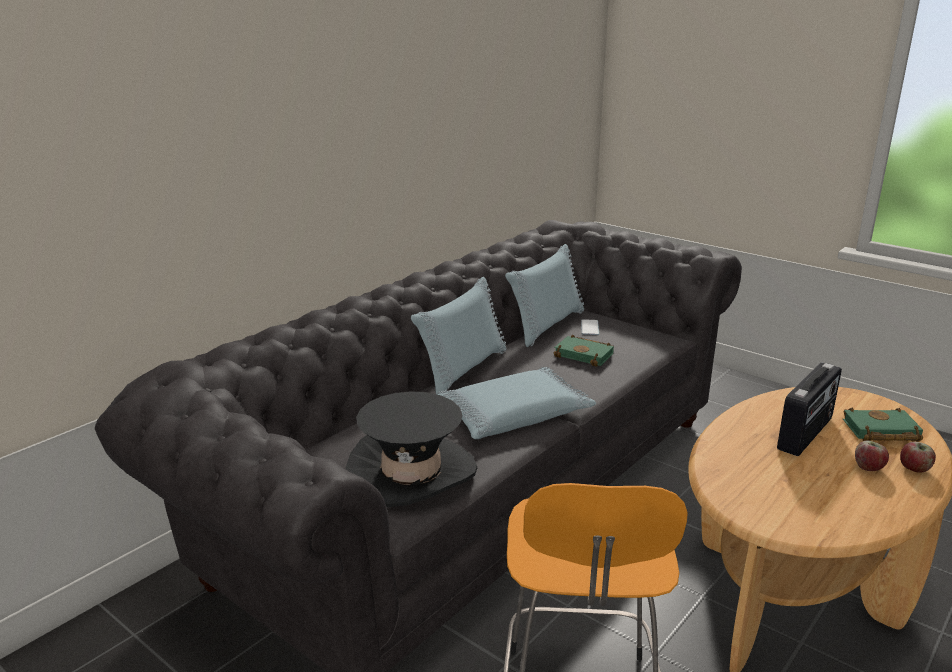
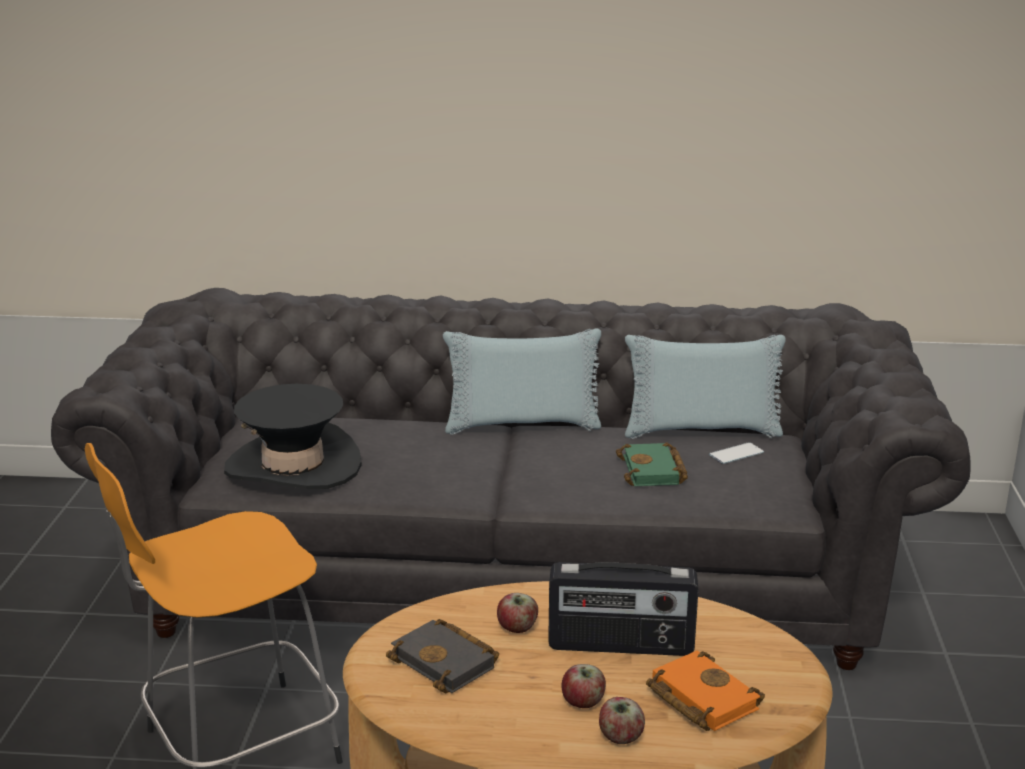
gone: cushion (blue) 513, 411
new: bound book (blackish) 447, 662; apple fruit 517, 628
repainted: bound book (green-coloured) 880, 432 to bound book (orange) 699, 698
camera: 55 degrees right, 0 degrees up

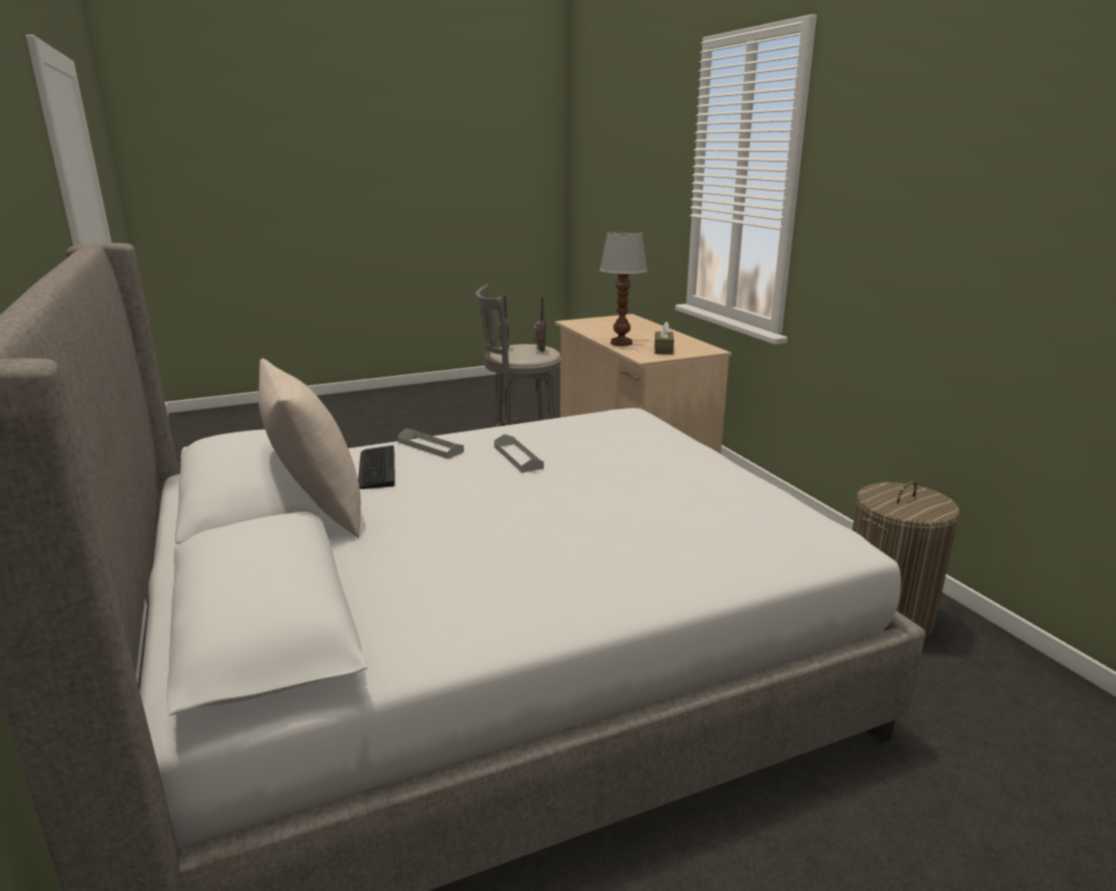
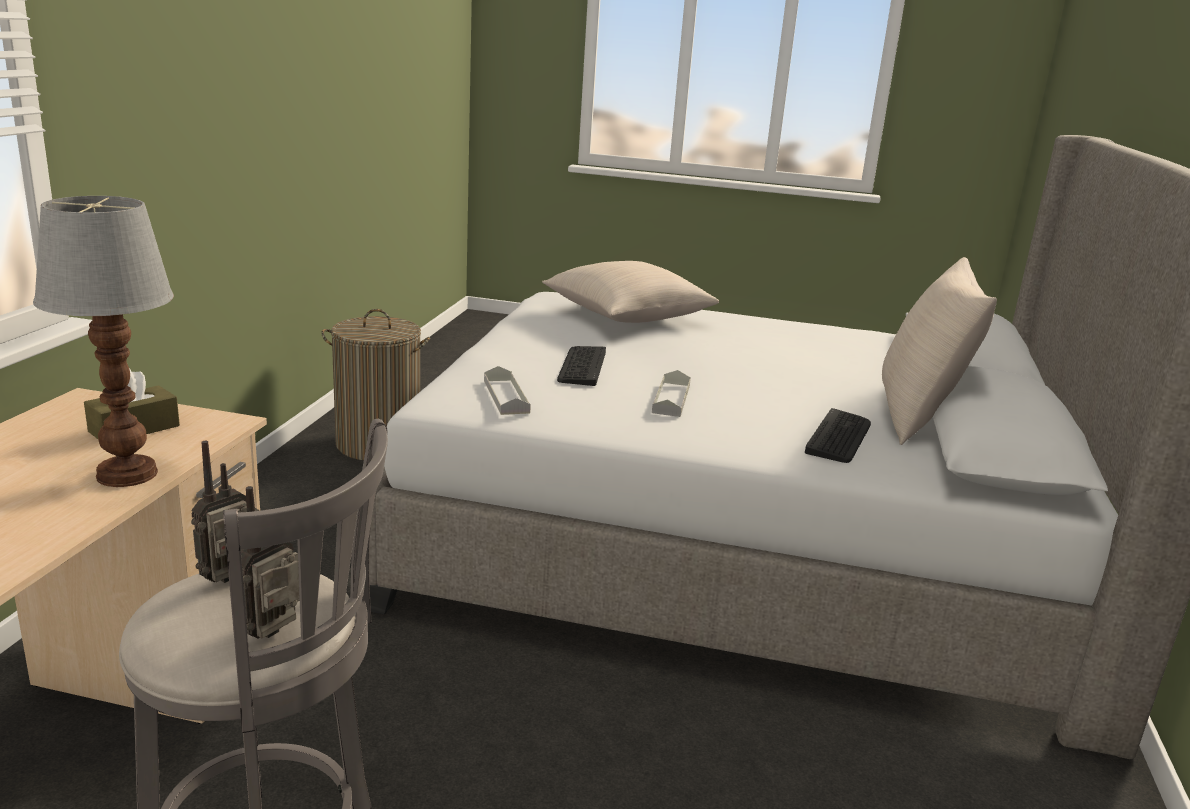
new: cushion (sand-coloured) 627, 315; keyboard 582, 366
shifted: serving tray (grey) 430, 447 to 506, 396
camera: 145 degrees left, 0 degrees up

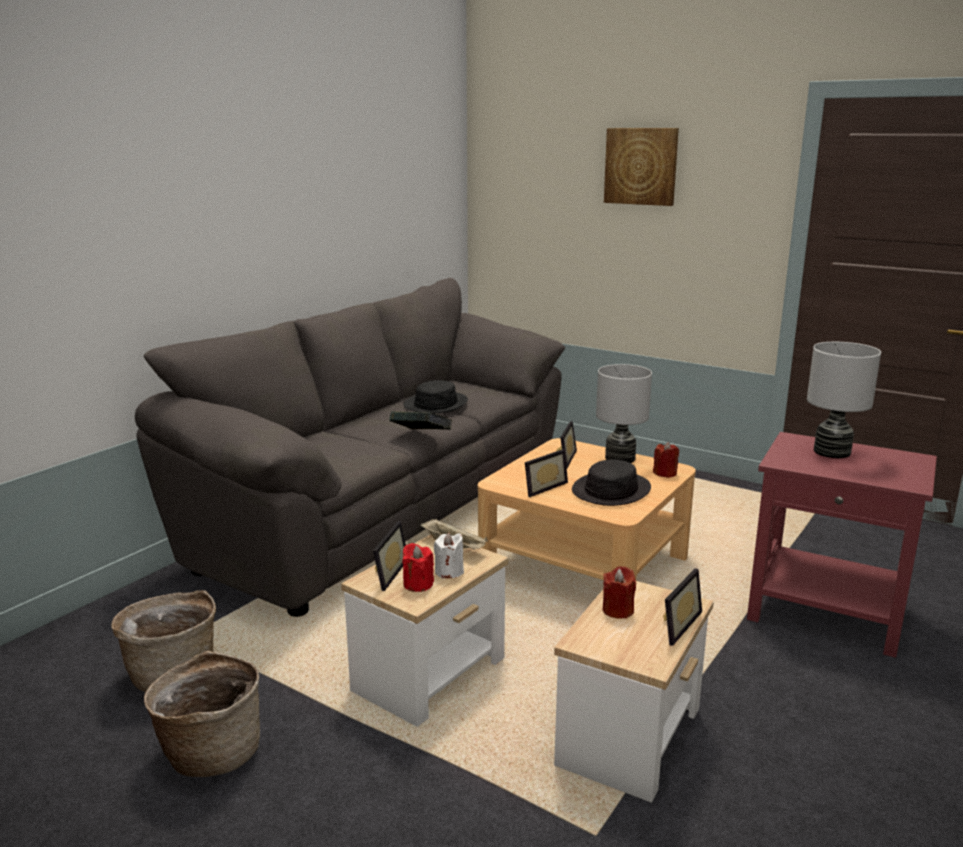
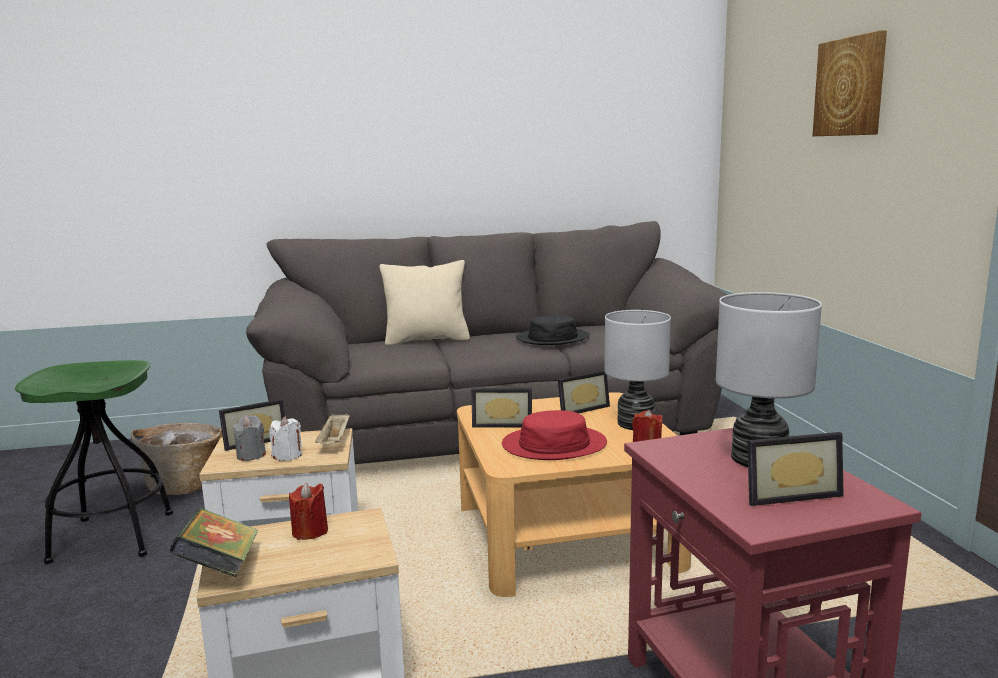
new: cushion (sand-coloured) 427, 340
shifted: bound book 421, 437 to 220, 569; picture frame 674, 624 to 788, 493
swapped: storage basket 211, 752 to stool (green-coloured) 113, 536
repainted: wax candle (red-coloured) 418, 584 to wax candle (grey) 251, 455; clothing hat (blackish) 611, 490 to clothing hat (red-coloured) 554, 445
camera: 45 degrees right, 5 degrees down

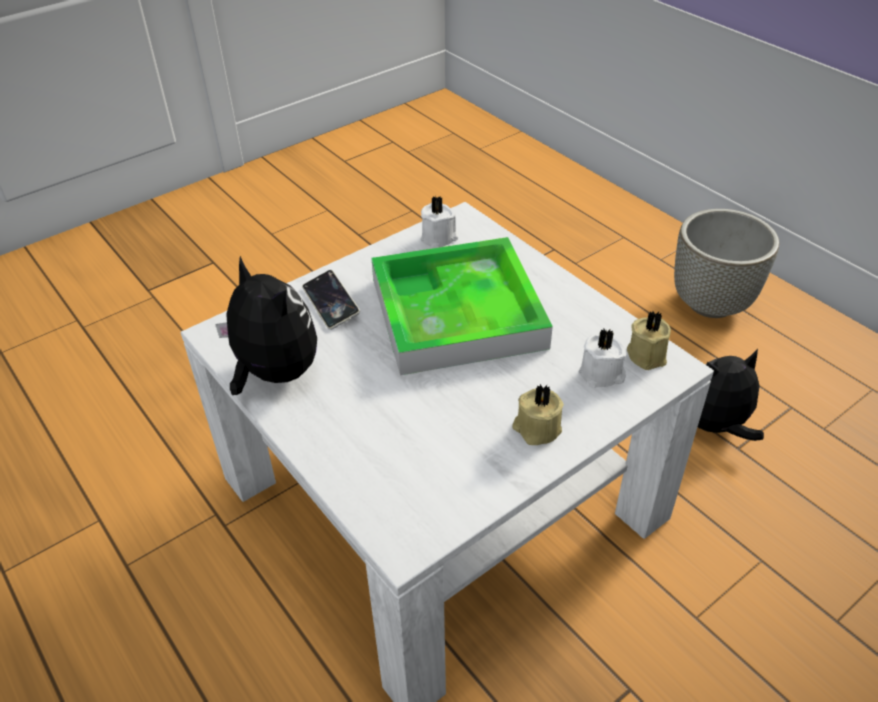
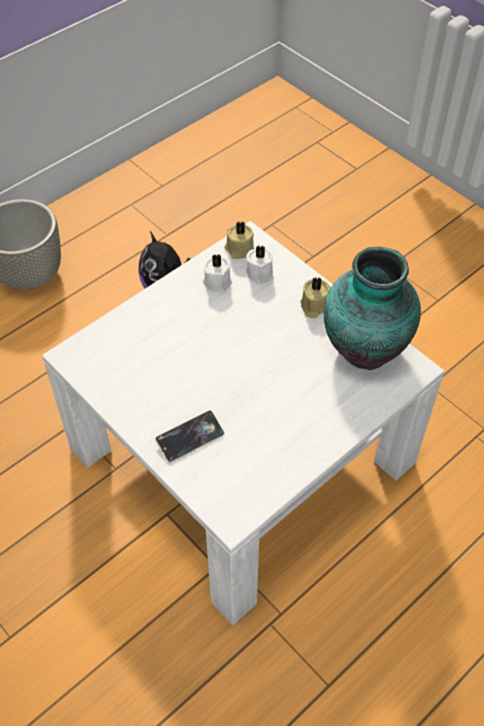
gone: soft toy 273, 373; serving tray 457, 313
new: decorative vase 365, 347
shifted: wax candle (white-coloured) 439, 238 to 217, 281
camera: 95 degrees left, 10 degrees up

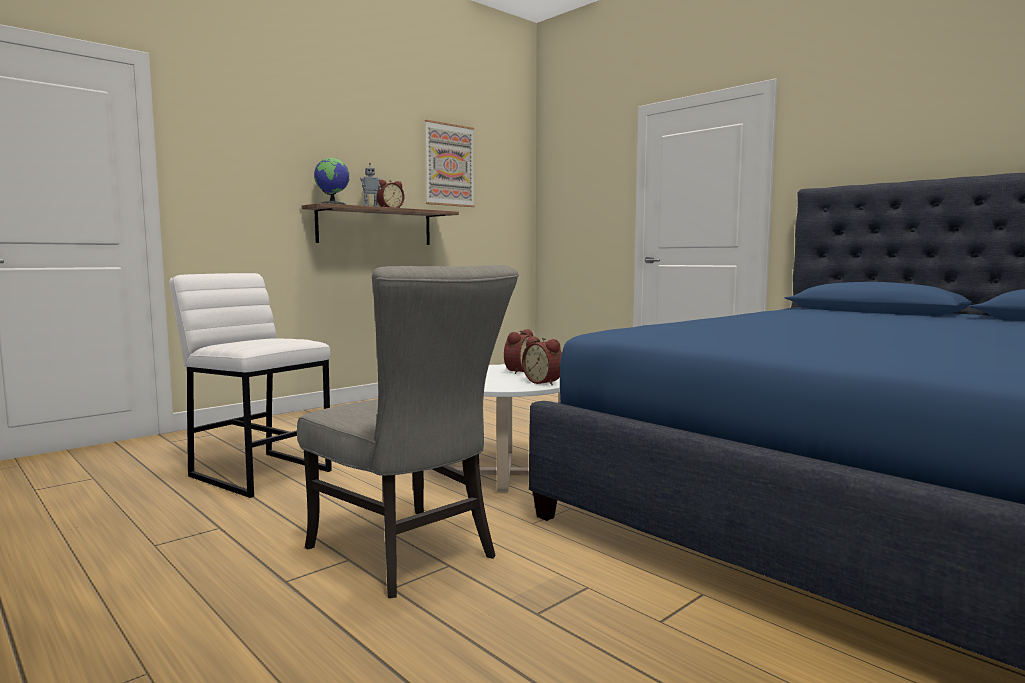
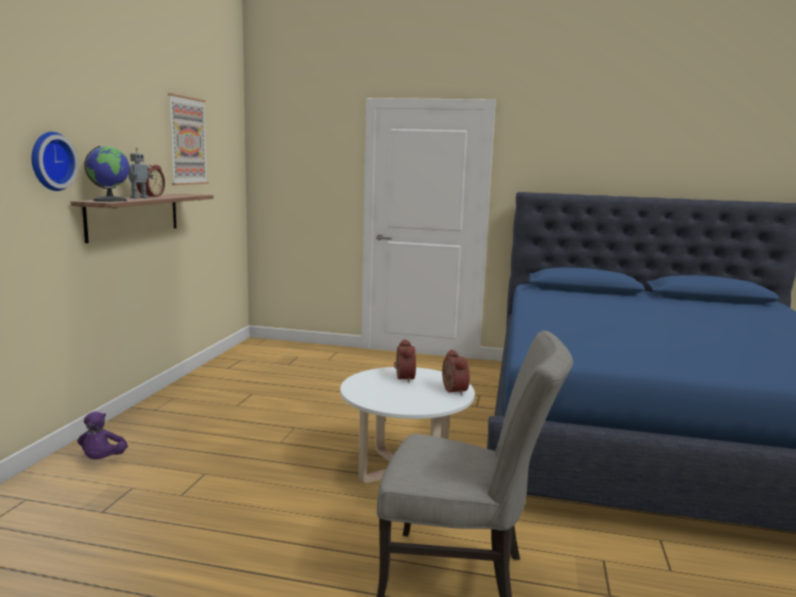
gone: plain chair (white-coloured) 258, 473
new: clock on the wall 50, 161; soft toy (purplish) 102, 460
rotated: bedside clock 544, 382 = 452, 391 120 degrees counterclockwise
camera: 35 degrees left, 5 degrees up

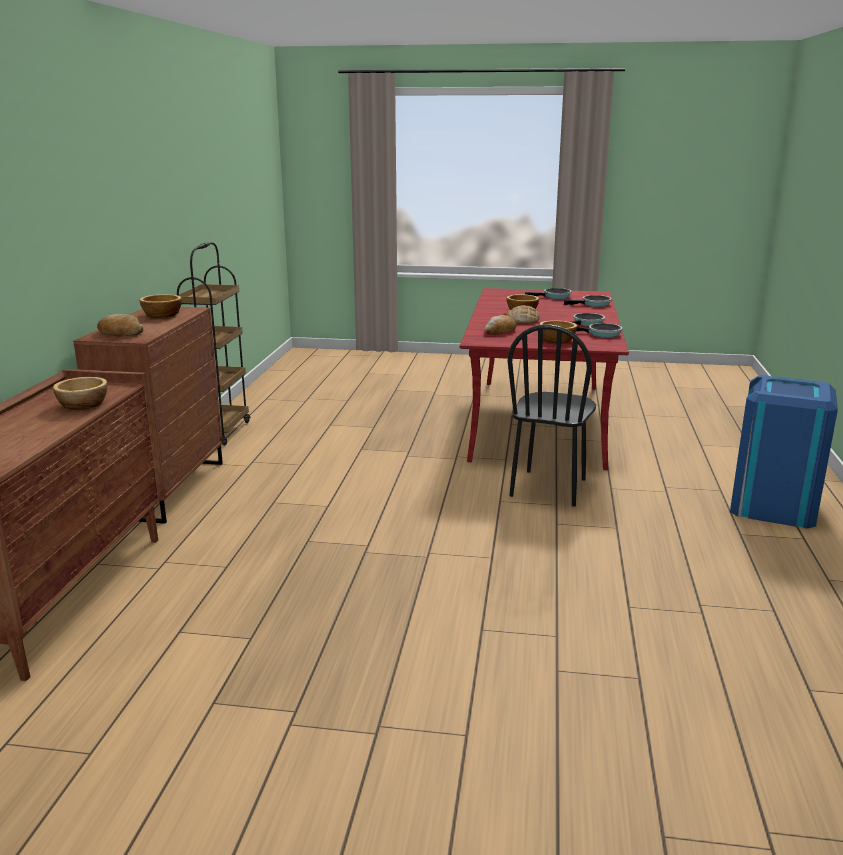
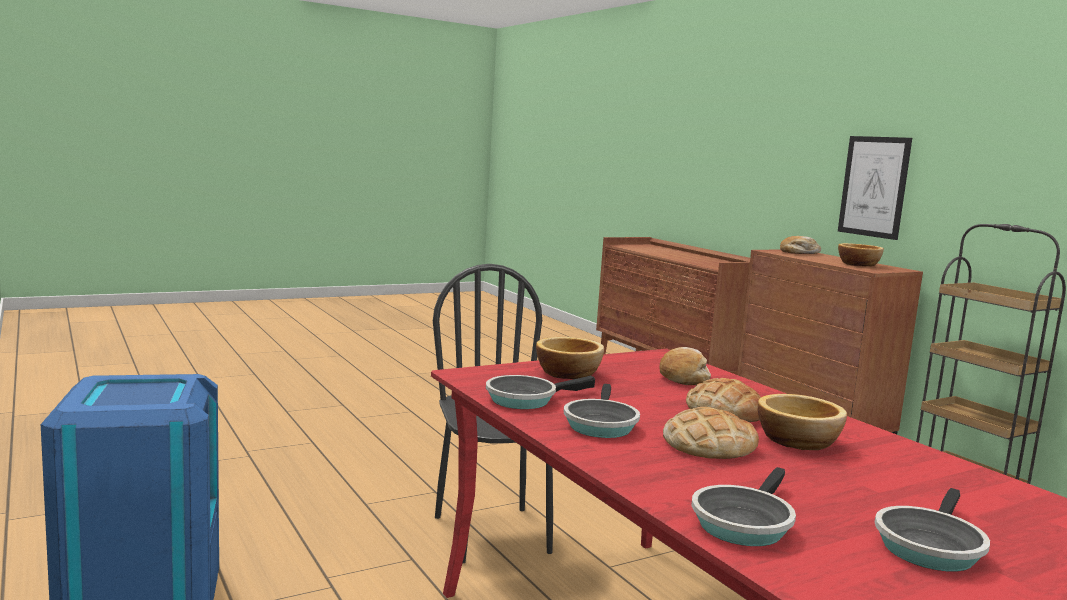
gone: bowl 84, 405
new: bakery bread 708, 445; picture 874, 186
camera: 140 degrees right, 10 degrees down

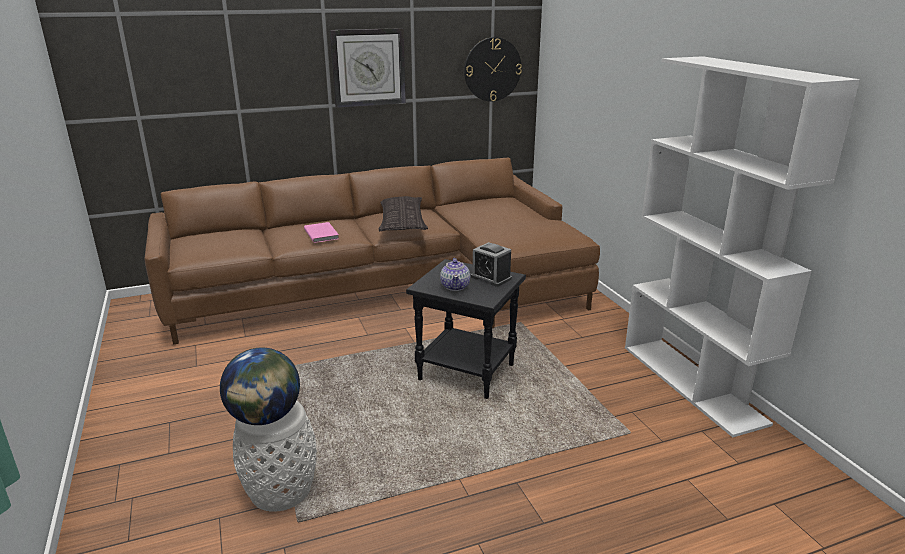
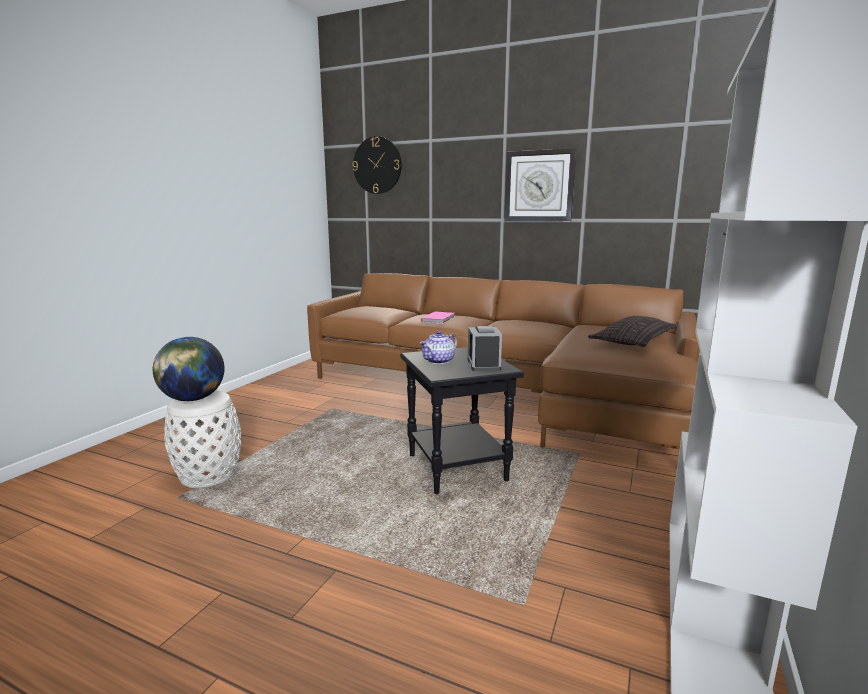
shifted: cushion 401, 221 to 634, 340; clock on the wall 492, 69 to 377, 165
camera: 45 degrees right, 10 degrees down

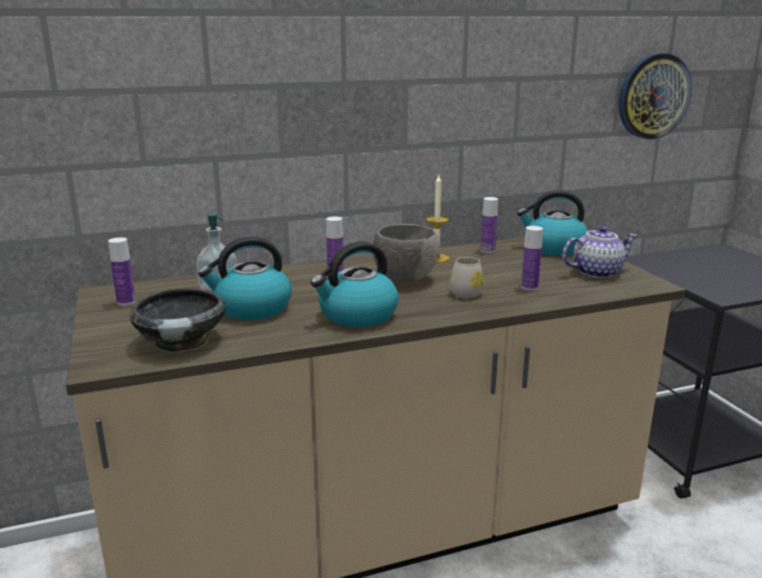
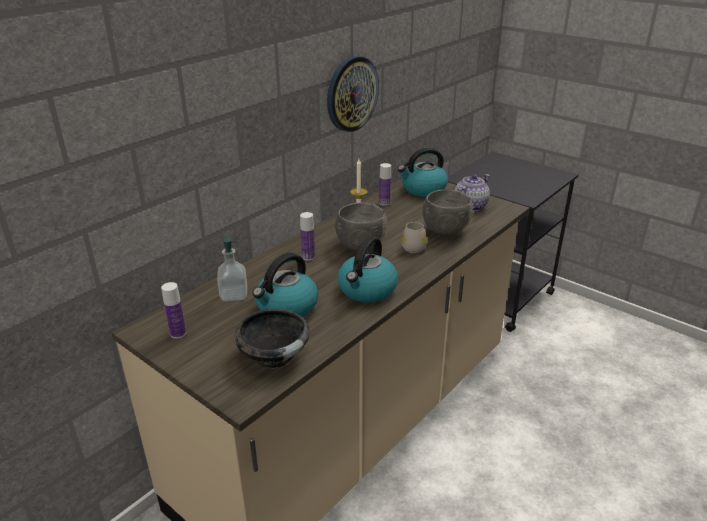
shifted: clock on the wall 653, 96 to 351, 94
swapped: bottle 529, 287 to bowl (grey) 445, 231
camera: 30 degrees left, 10 degrees up

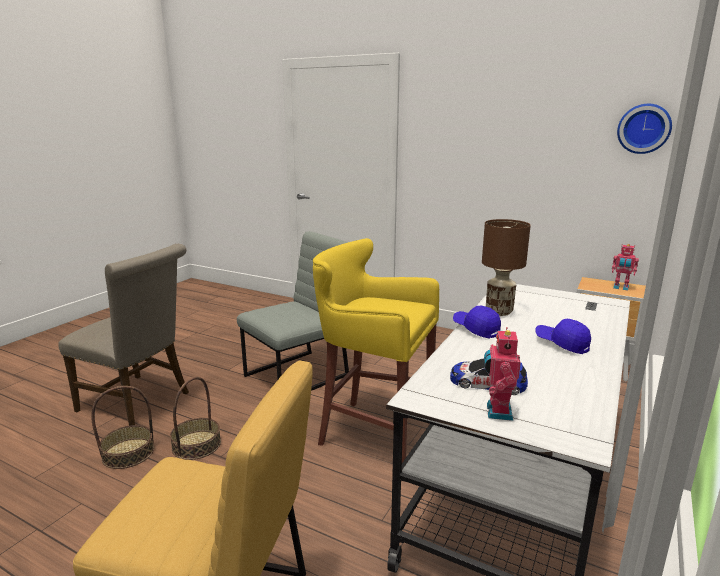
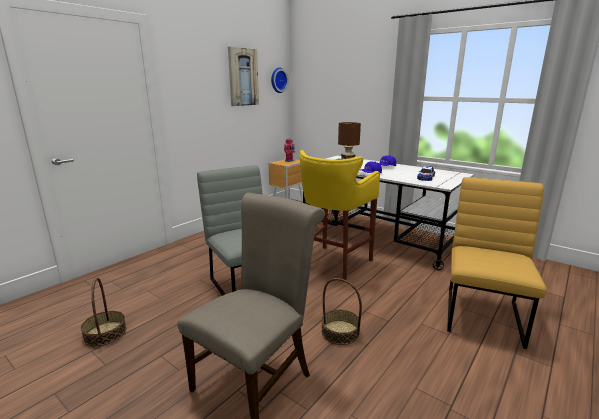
gone: toy robot 497, 411
new: picture 243, 77
shifted: storage basket 128, 453 to 105, 333
camera: 80 degrees left, 0 degrees up

